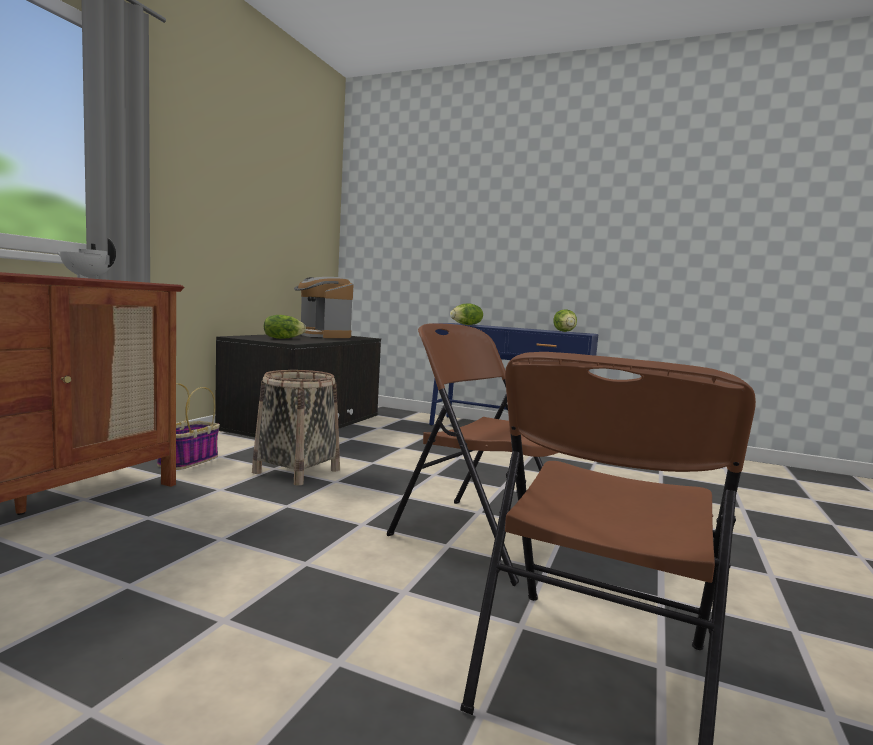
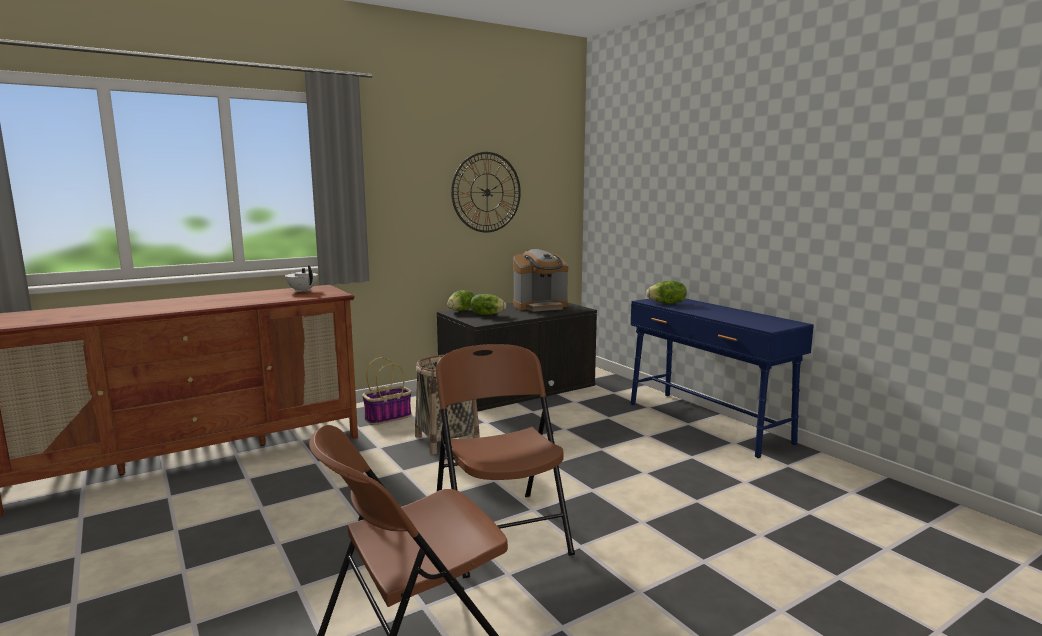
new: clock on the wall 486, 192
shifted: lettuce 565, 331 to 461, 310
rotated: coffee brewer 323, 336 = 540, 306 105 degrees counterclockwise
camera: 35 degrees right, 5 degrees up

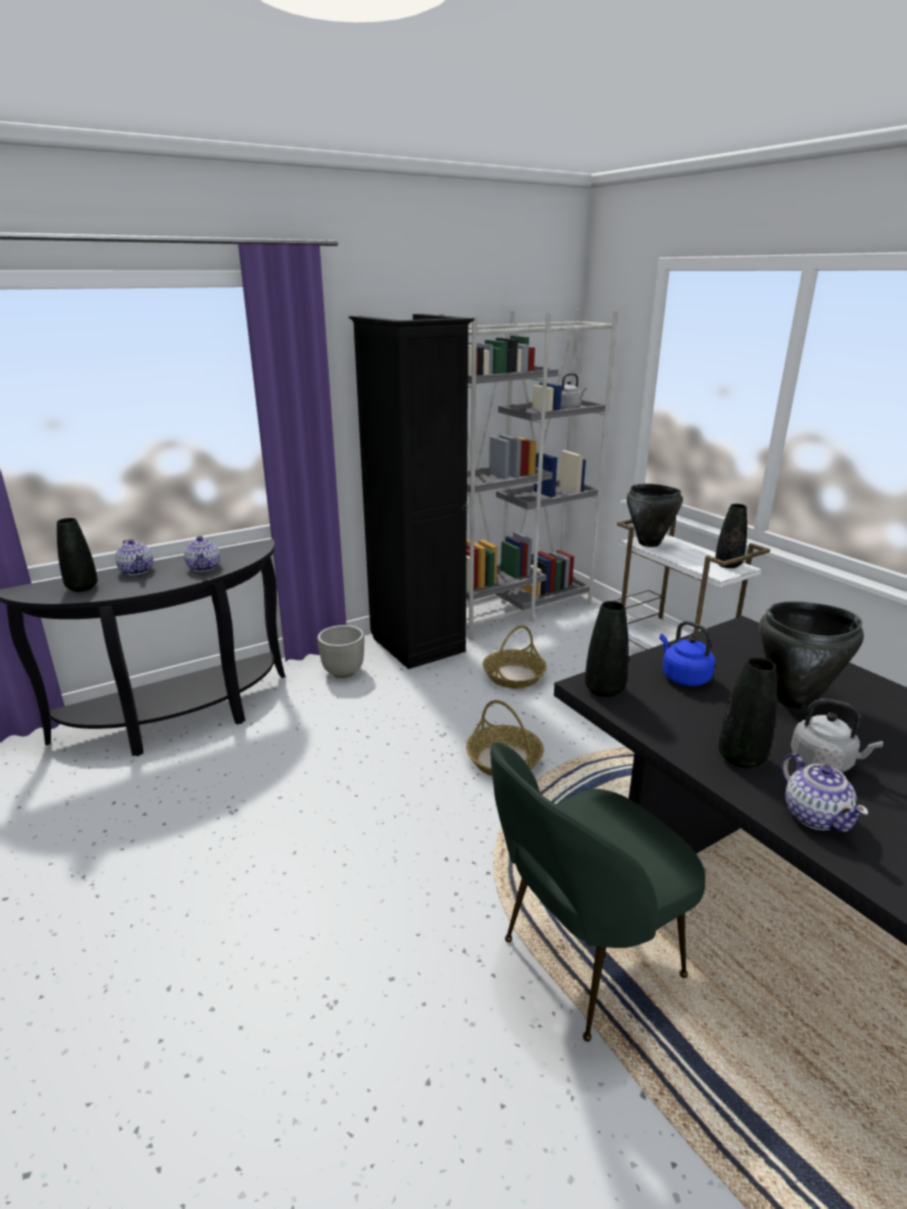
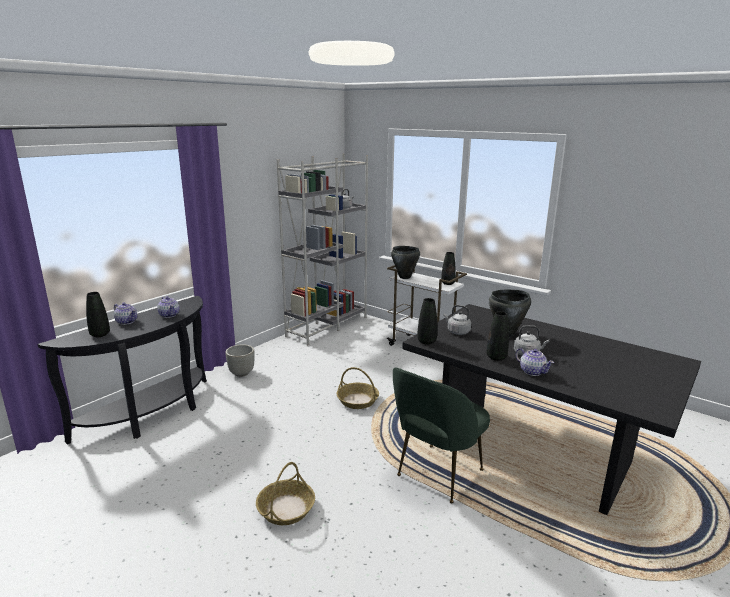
gone: cabinet (blackish) 418, 644
shifted: storage basket 514, 676 to 286, 508
repainted: kettle (blue) 683, 677 to kettle (grey) 457, 332
camera: 20 degrees left, 5 degrees down

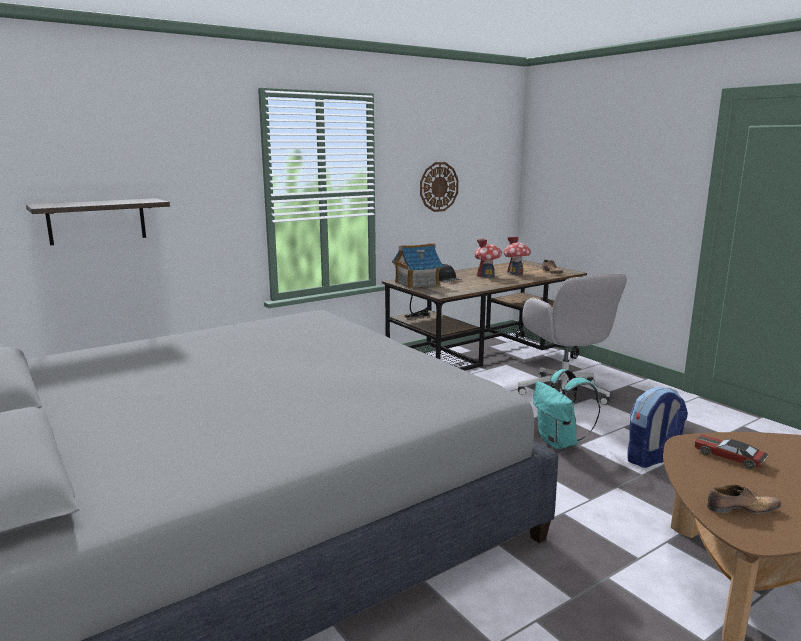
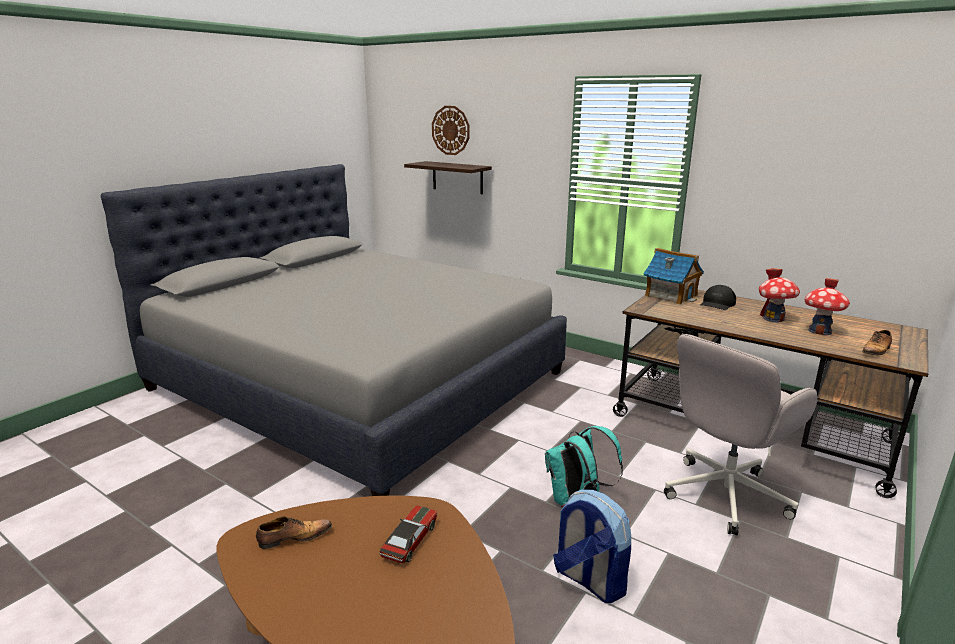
shifted: clock on the wall 438, 187 to 450, 130
rotated: shoe 740, 509 = 293, 538 90 degrees counterclockwise
camera: 70 degrees right, 5 degrees up

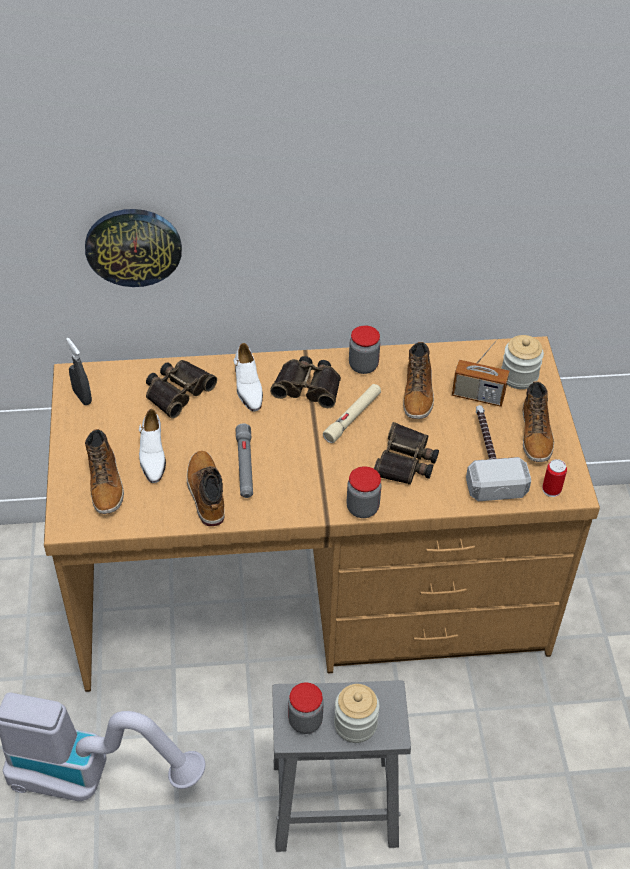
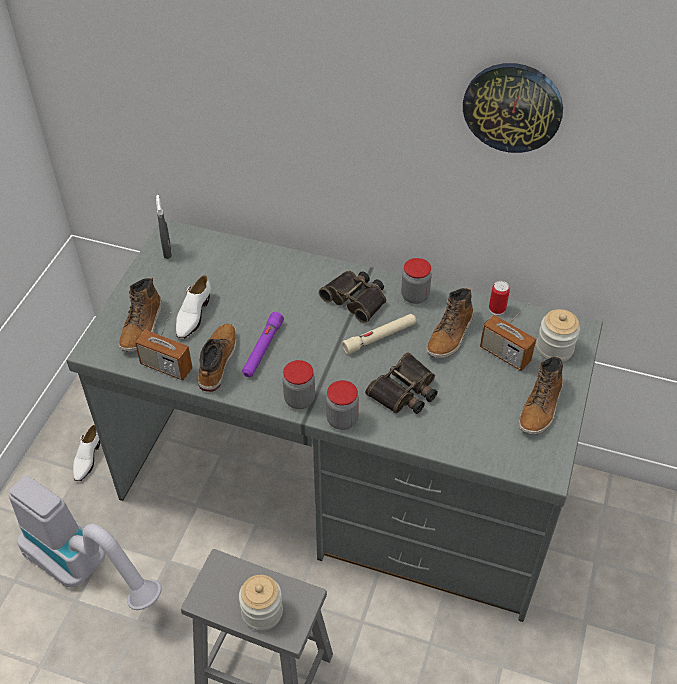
gone: pair of binoculars 177, 391; tool hammer 488, 458
new: radio set 166, 367
shifted: clock on the wall 133, 246 to 512, 107; shoe (white-coloured) 247, 387 to 87, 459; jar 305, 721 to 299, 399; sealed can 551, 489 to 497, 309
repainted: desk table (brown) 311, 593 to desk table (grey) 339, 486; torch (grey) 245, 466 to torch (purplish) 262, 349
camera: 25 degrees right, 0 degrees up

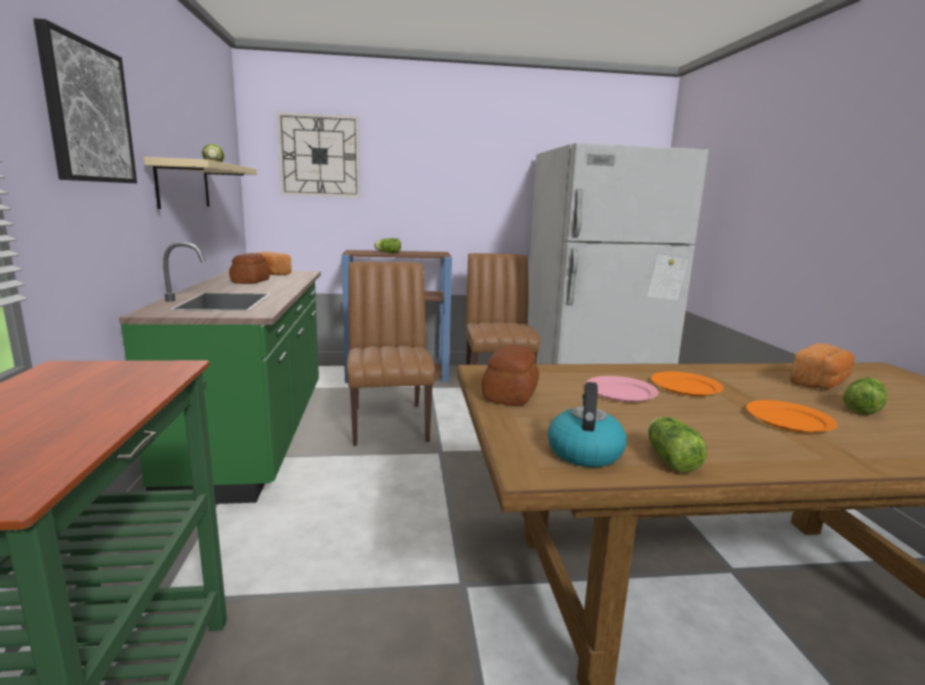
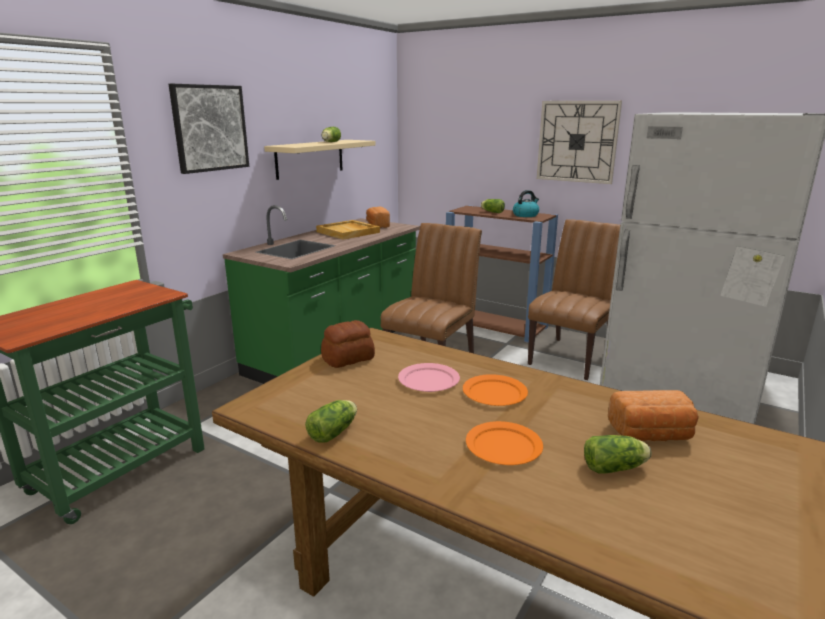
shifted: clock on the wall 319, 156 to 577, 141; kettle 584, 452 to 525, 215
swapped: bakery bread 251, 281 to serving tray (sand-coloured) 348, 232
camera: 40 degrees right, 5 degrees up

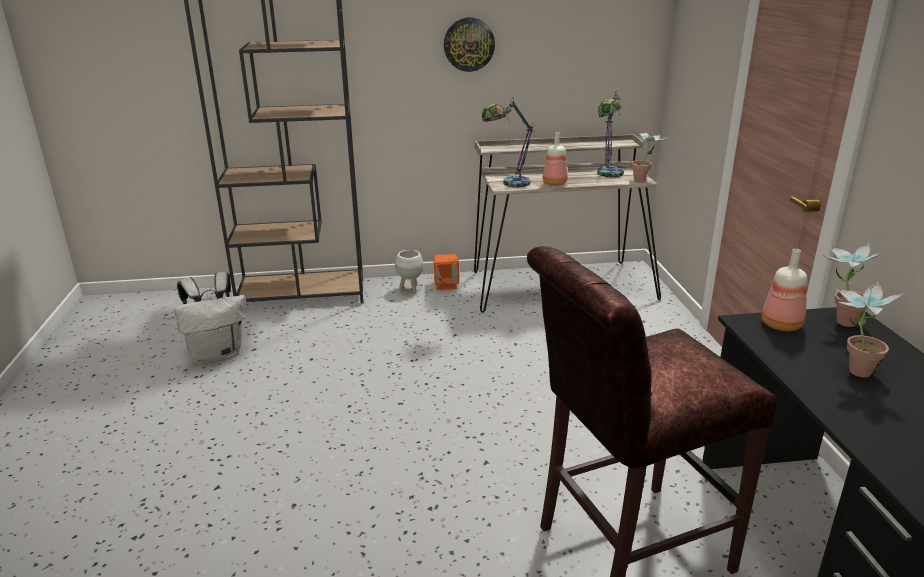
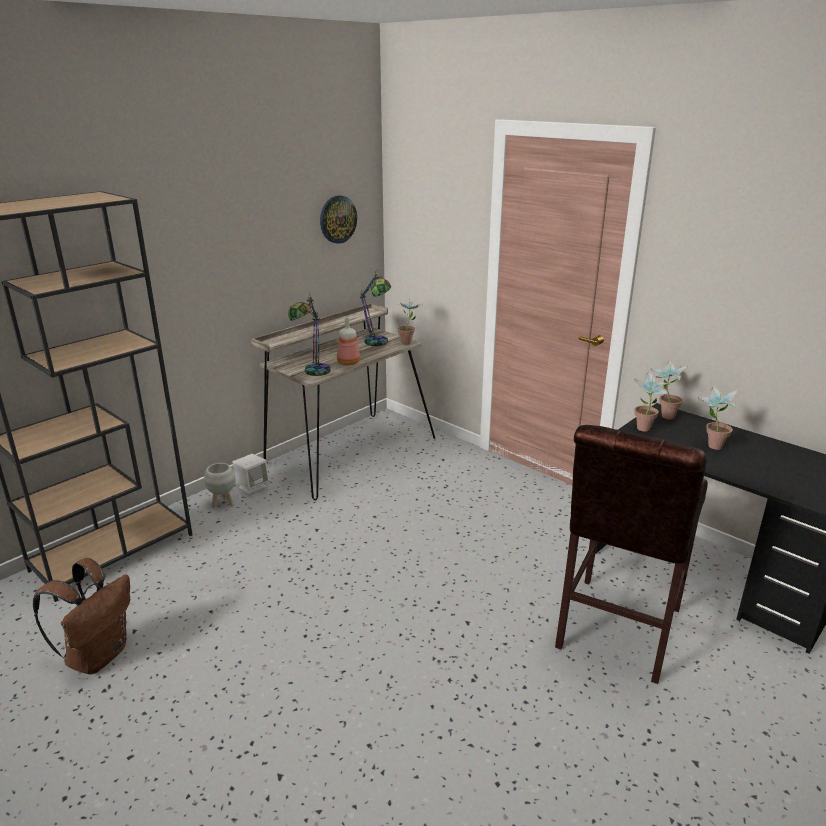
shifted: clock on the wall 469, 44 to 337, 219
swapped: bottle 782, 325 to plant in a pot 644, 431
repainted: backpack (white-coloured) 218, 354 to backpack (brown) 98, 655; speaker (orange) 446, 285 to speaker (white-coloured) 252, 486
camera: 40 degrees left, 0 degrees up

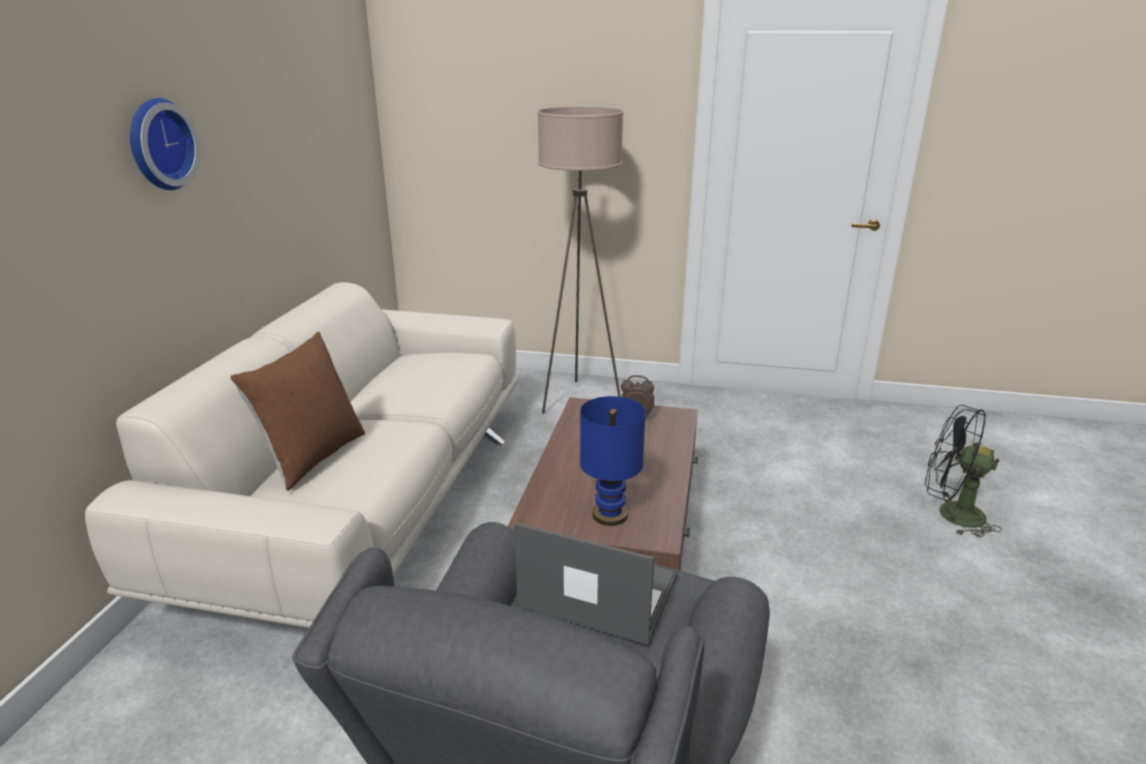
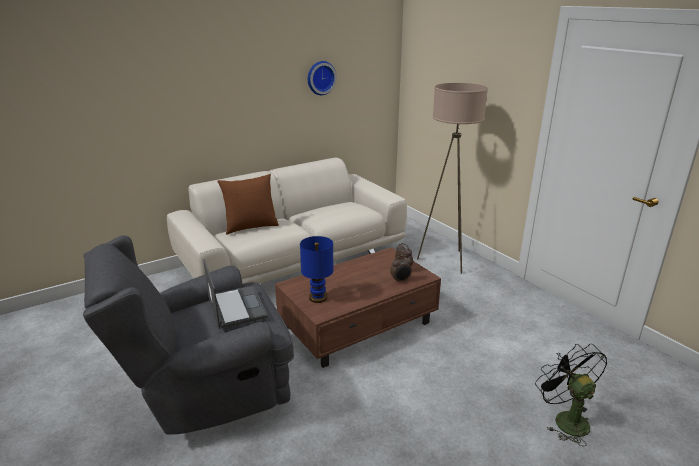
new: bedside clock 400, 281
shifted: clock on the wall 158, 144 to 320, 77
camera: 45 degrees right, 0 degrees up

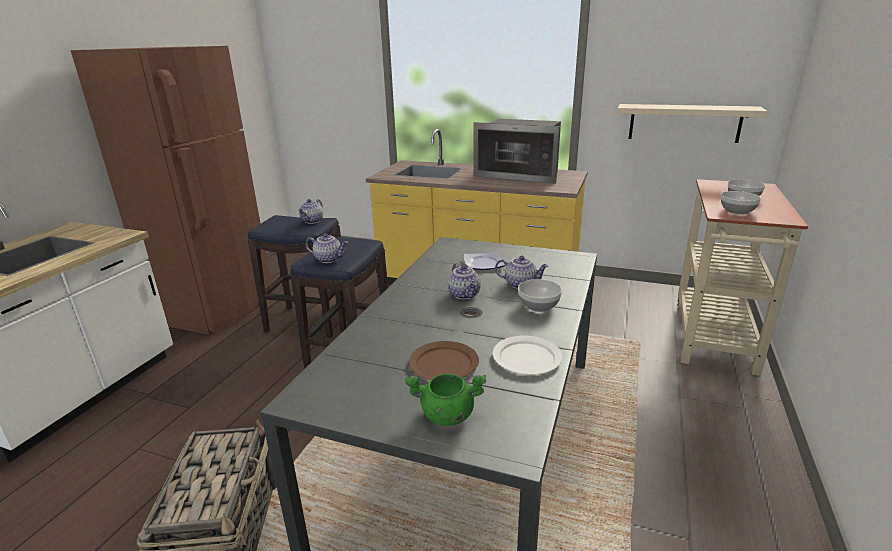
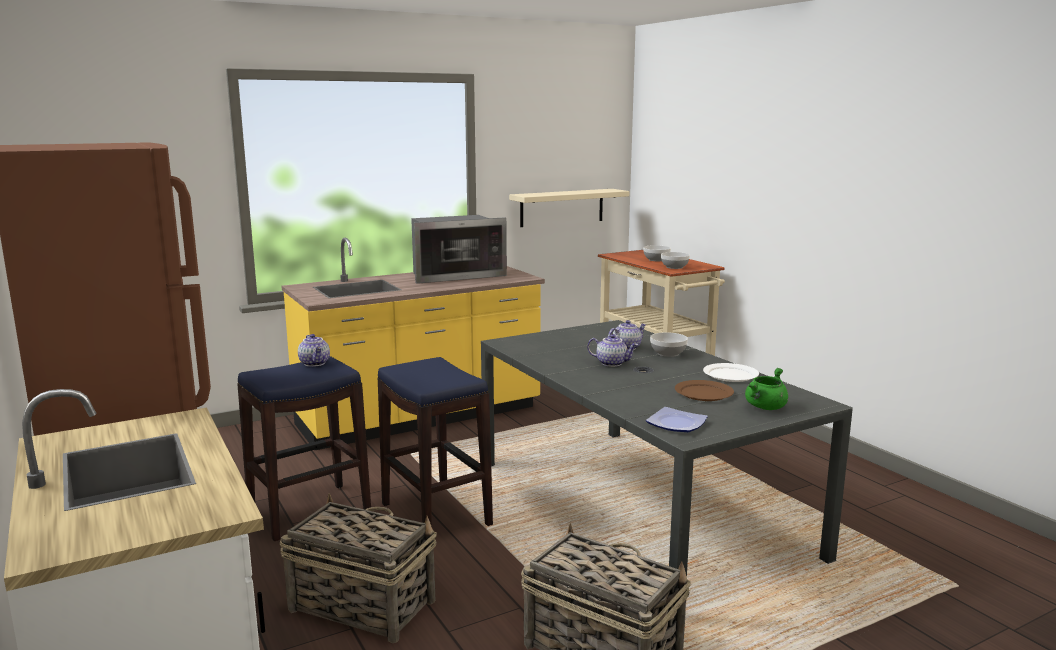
gone: teapot 329, 259
new: storage basket 361, 605
shifted: plate 484, 264 to 677, 424
camera: 50 degrees left, 10 degrees down

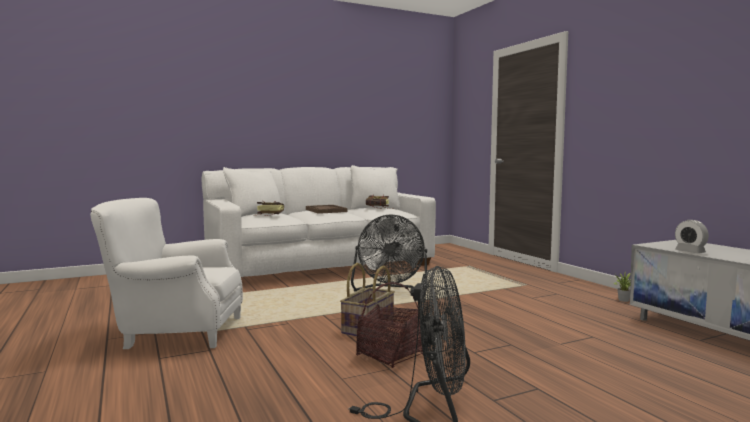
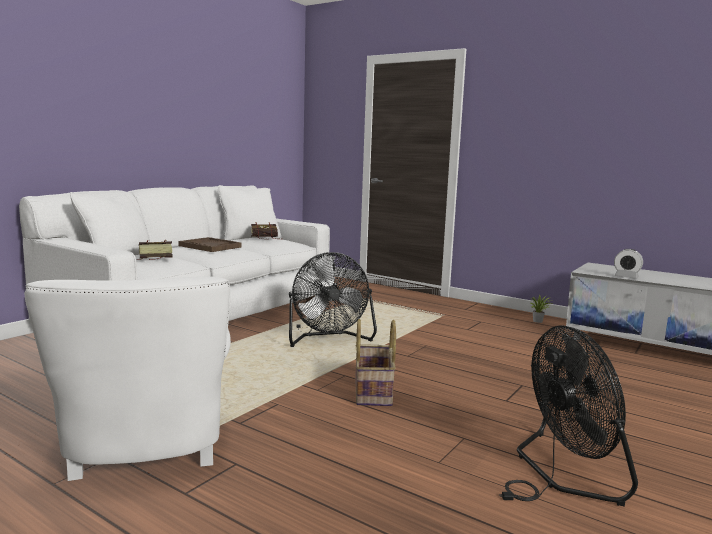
gone: storage basket 391, 355
rotated: lounge chair (white-coloured) 175, 332 = 146, 449 75 degrees counterclockwise
camera: 30 degrees left, 5 degrees up

